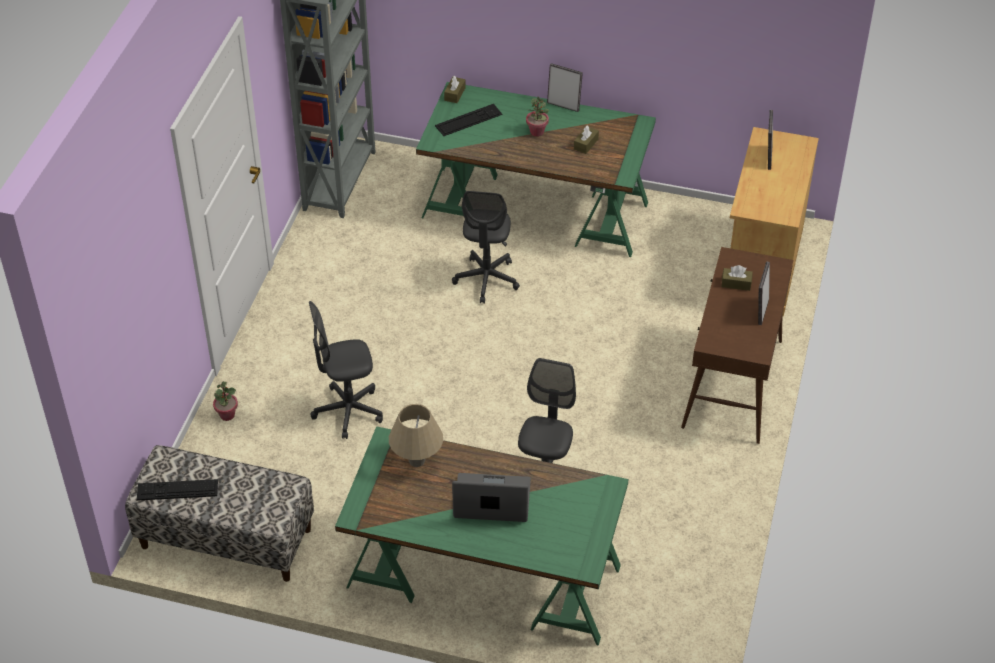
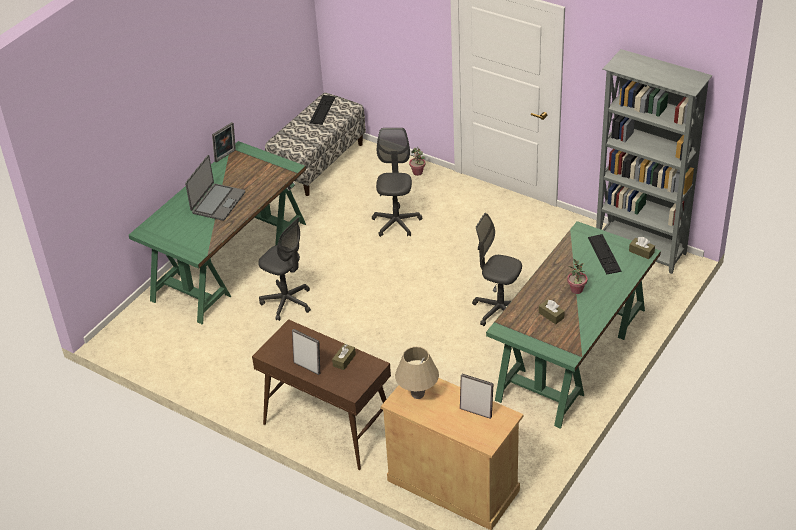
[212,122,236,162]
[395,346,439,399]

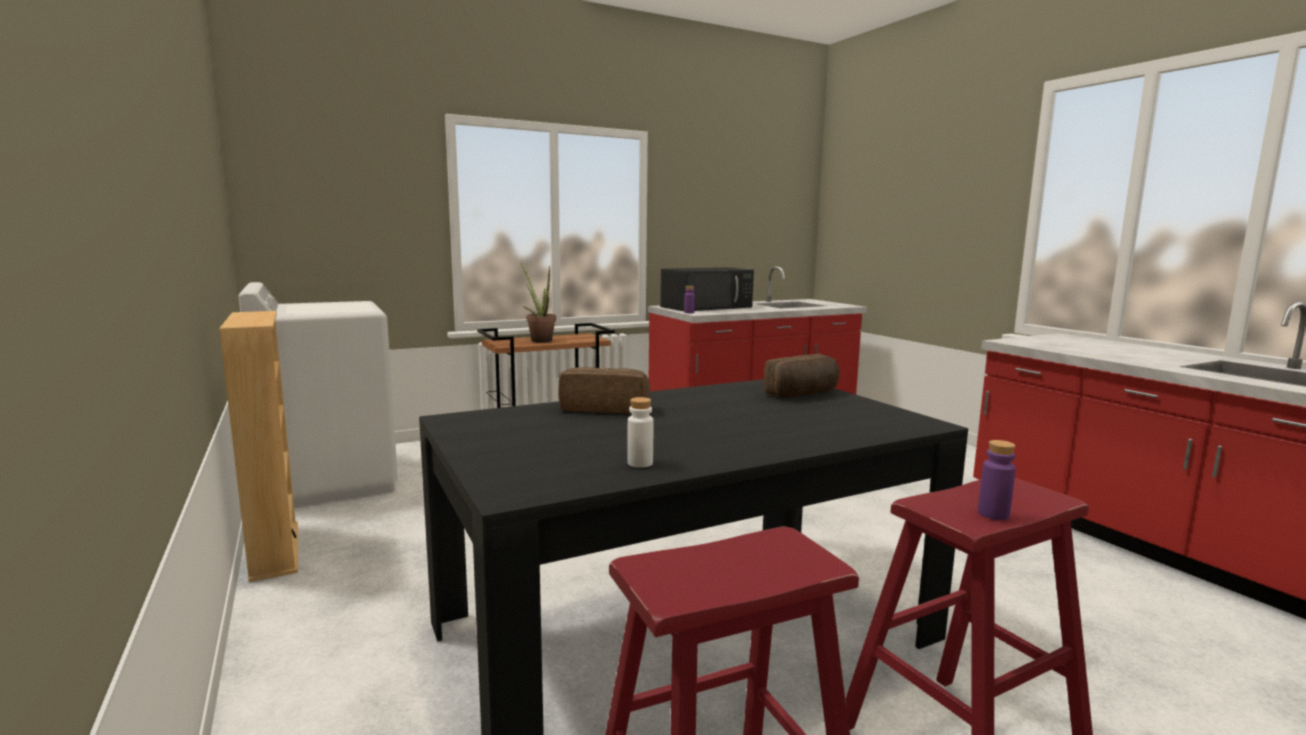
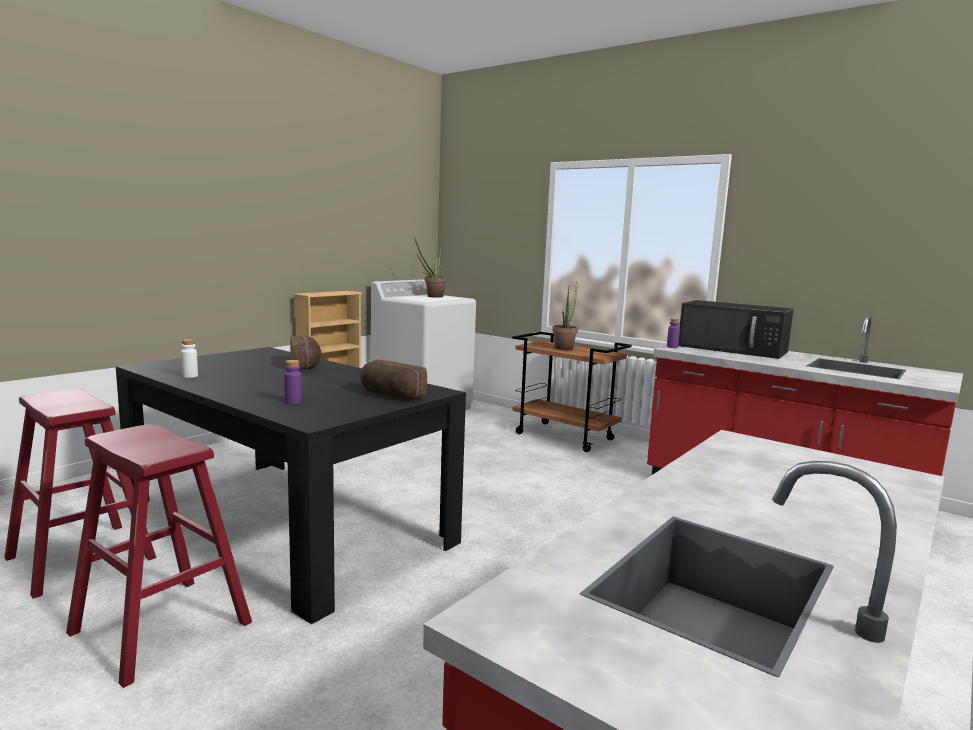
[284,360,302,404]
[414,237,447,298]

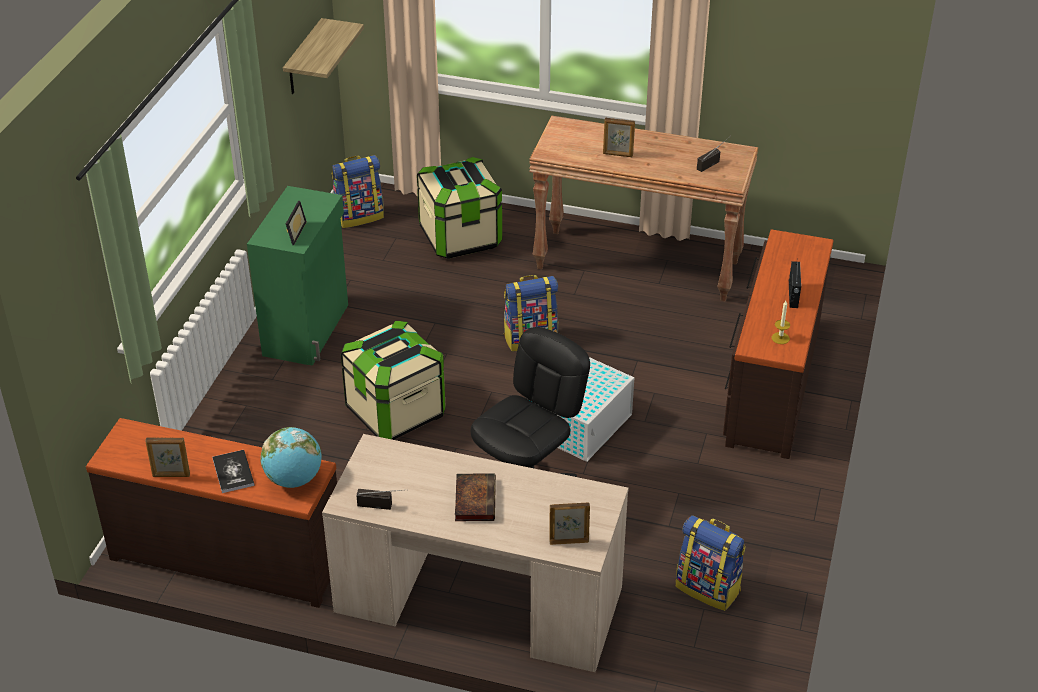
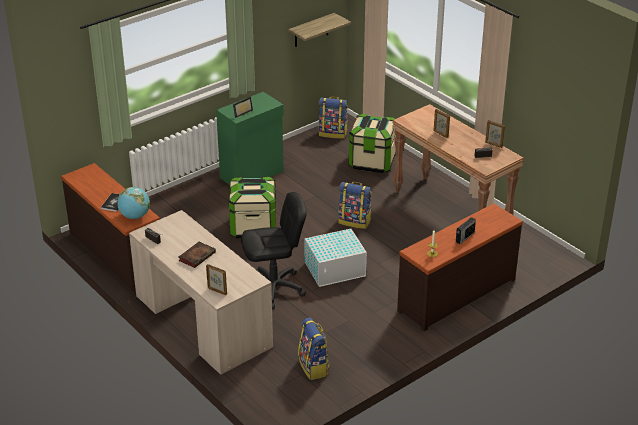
[485,120,505,148]

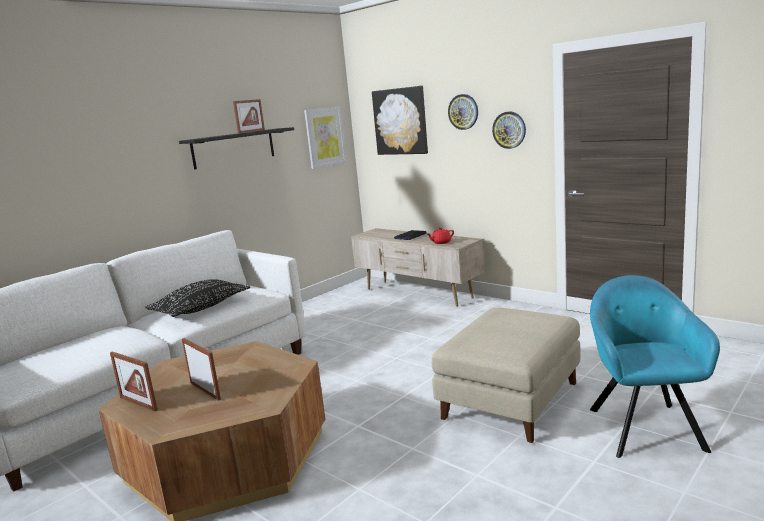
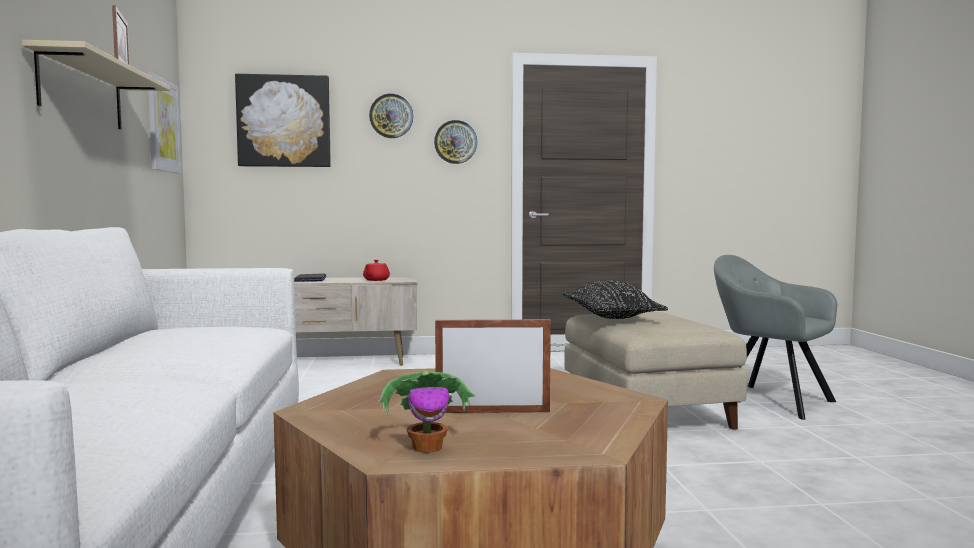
[22,40,170,129]
[378,371,475,453]
[562,280,668,319]
[714,255,837,420]

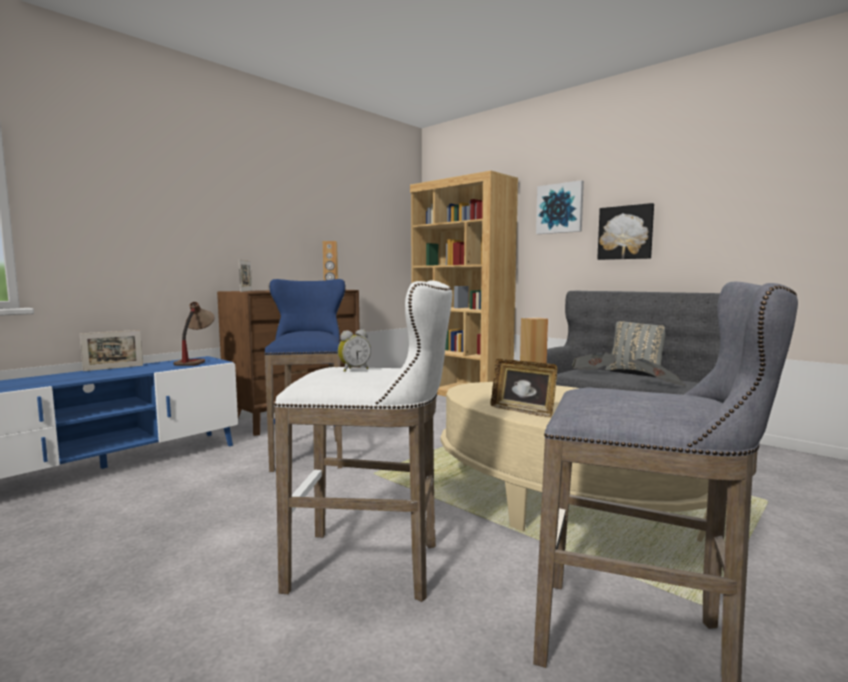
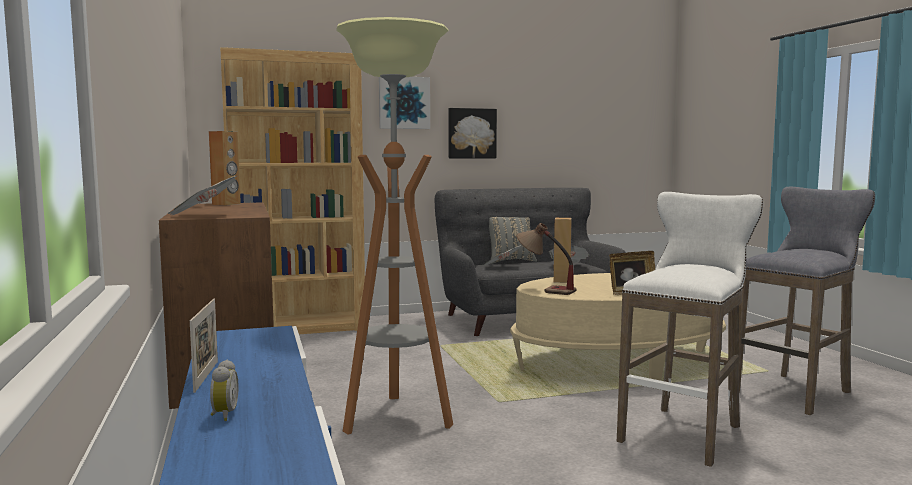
[168,175,238,215]
[210,360,239,421]
[336,17,453,434]
[517,223,577,295]

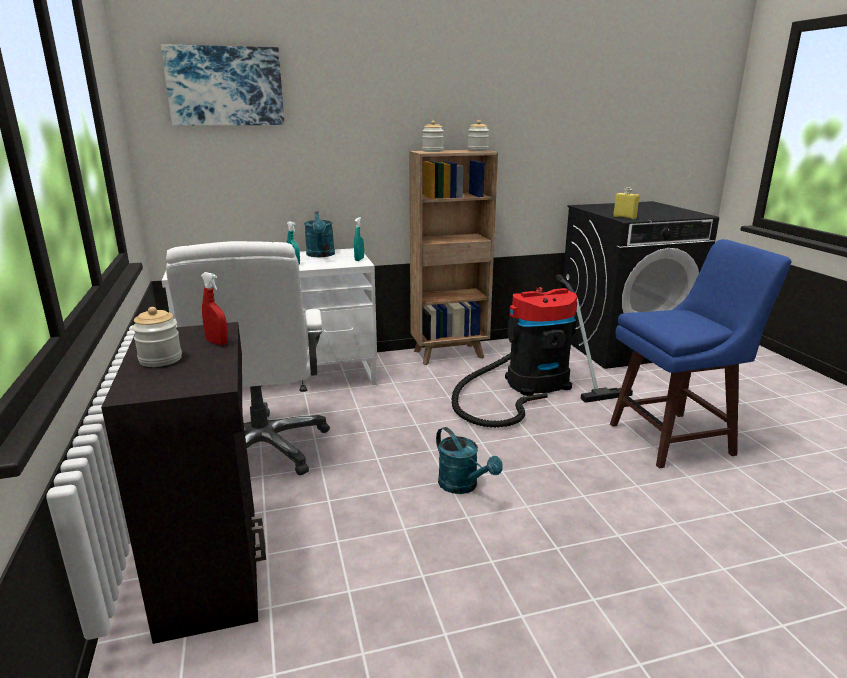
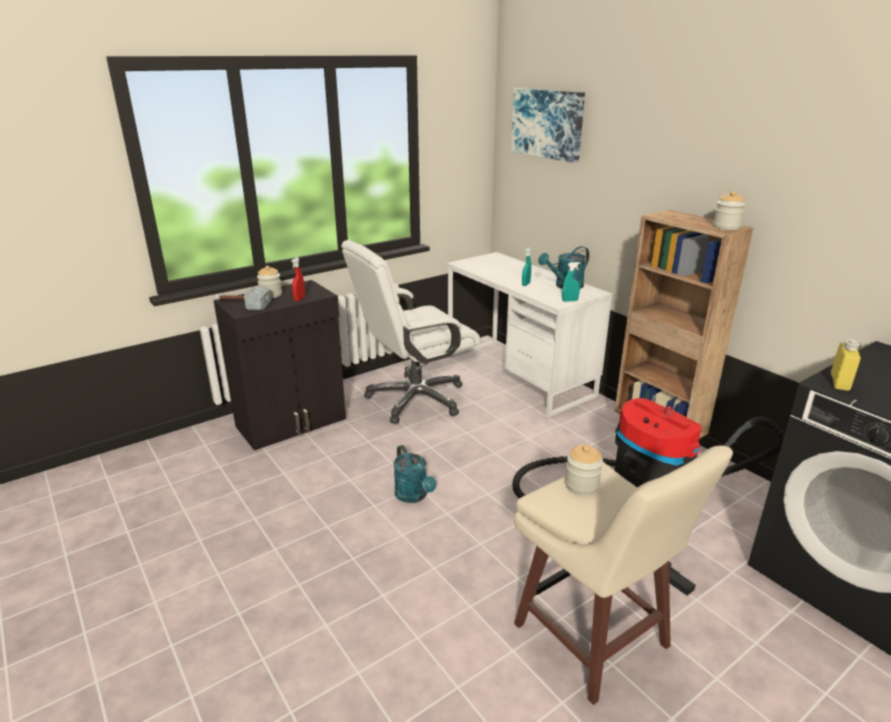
[215,287,271,310]
[394,445,436,503]
[514,446,733,705]
[565,445,603,495]

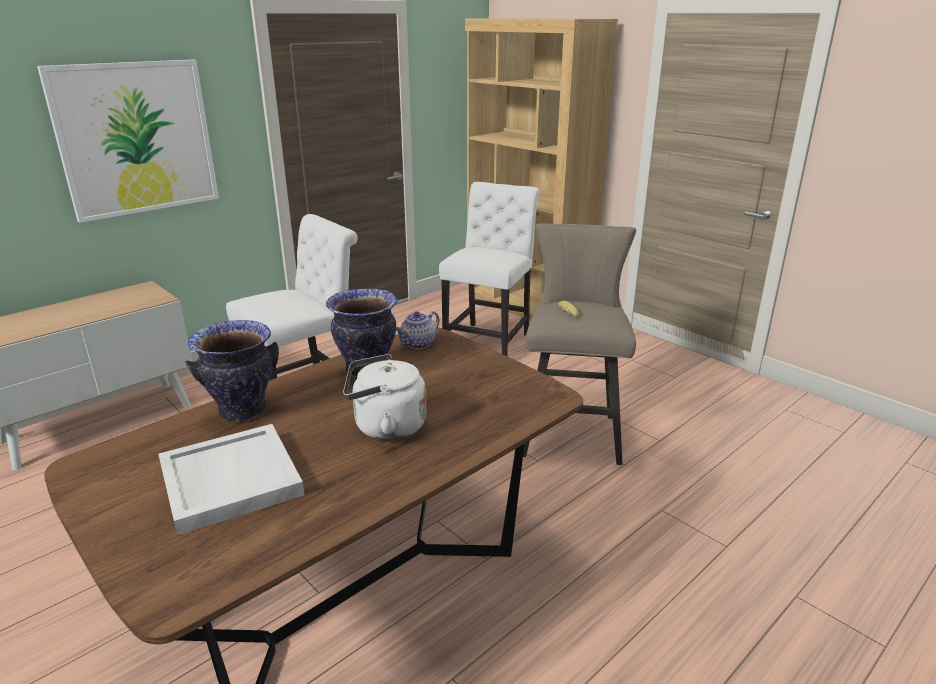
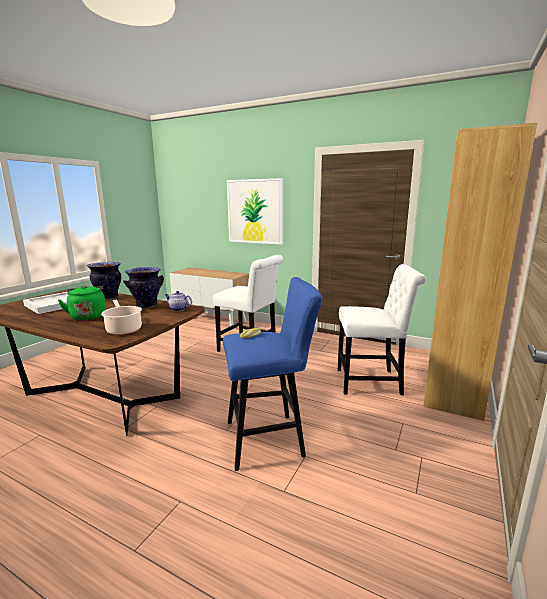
[58,285,106,321]
[101,300,142,335]
[223,277,322,471]

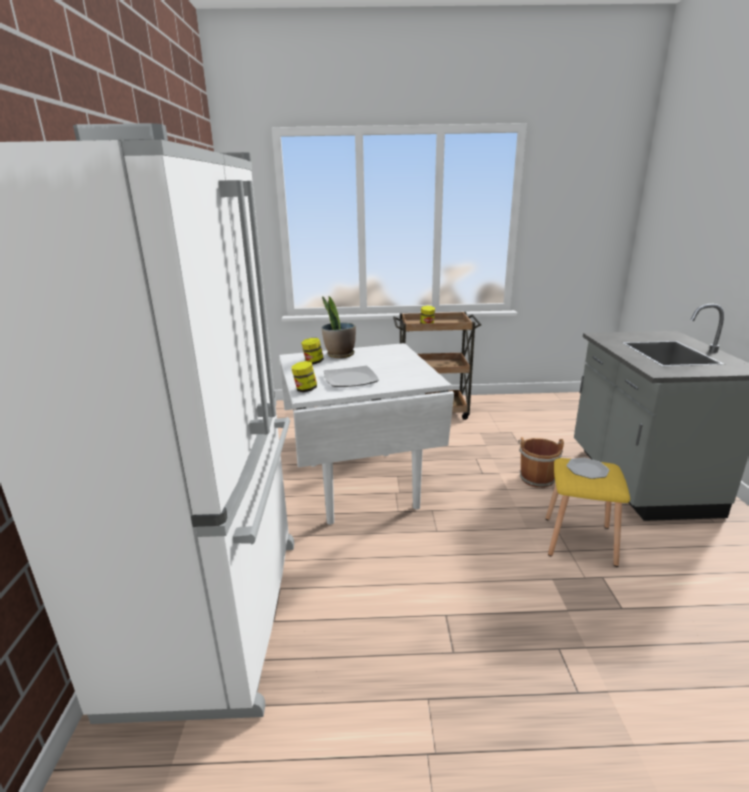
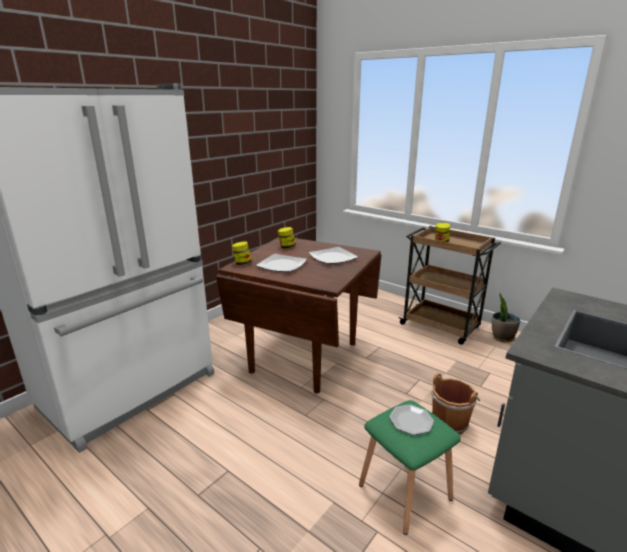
[216,237,382,394]
[309,247,358,264]
[359,400,461,535]
[492,293,520,342]

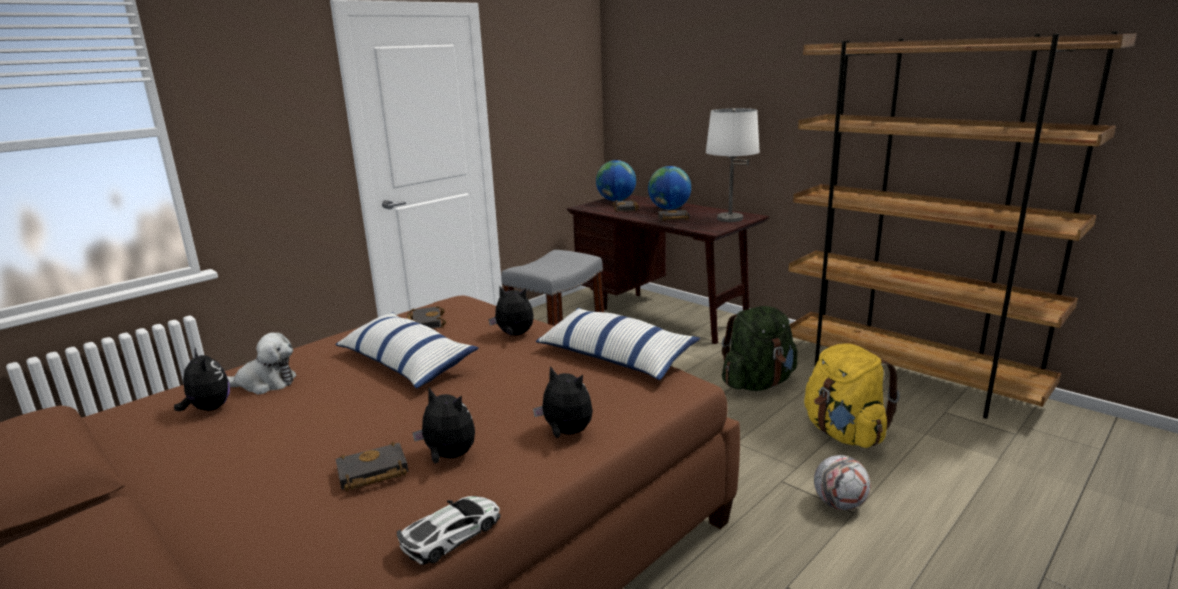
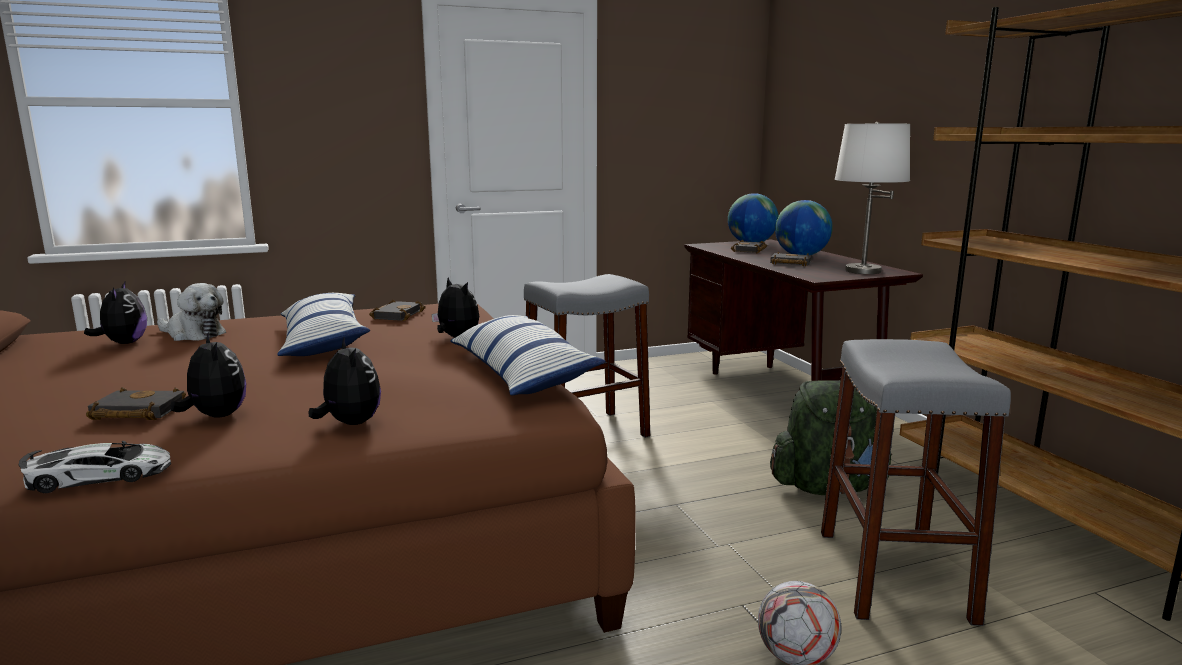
[821,339,1011,626]

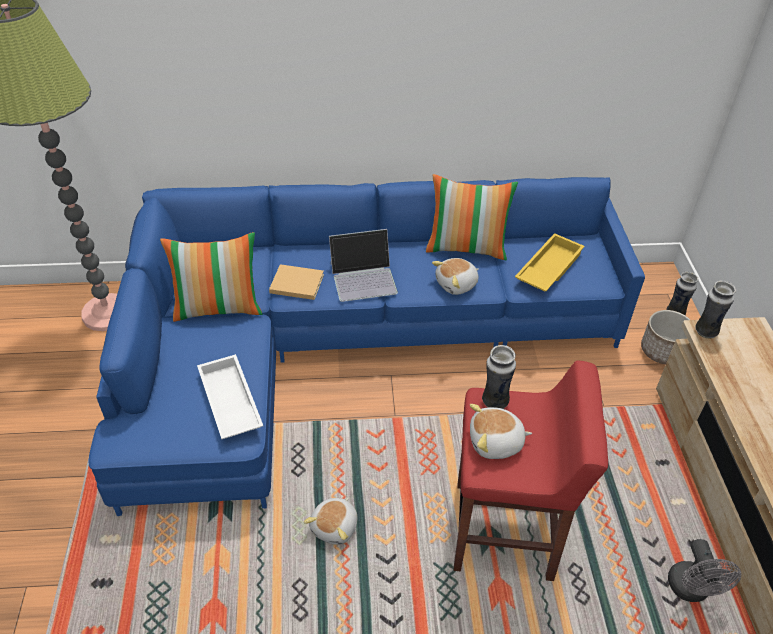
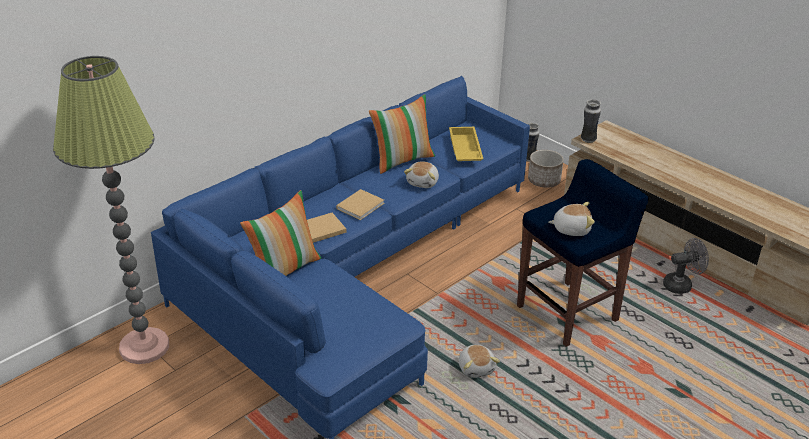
[336,189,384,220]
[517,159,649,347]
[549,202,595,236]
[663,238,709,294]
[197,354,263,439] (first image)
[482,345,516,409] (first image)

